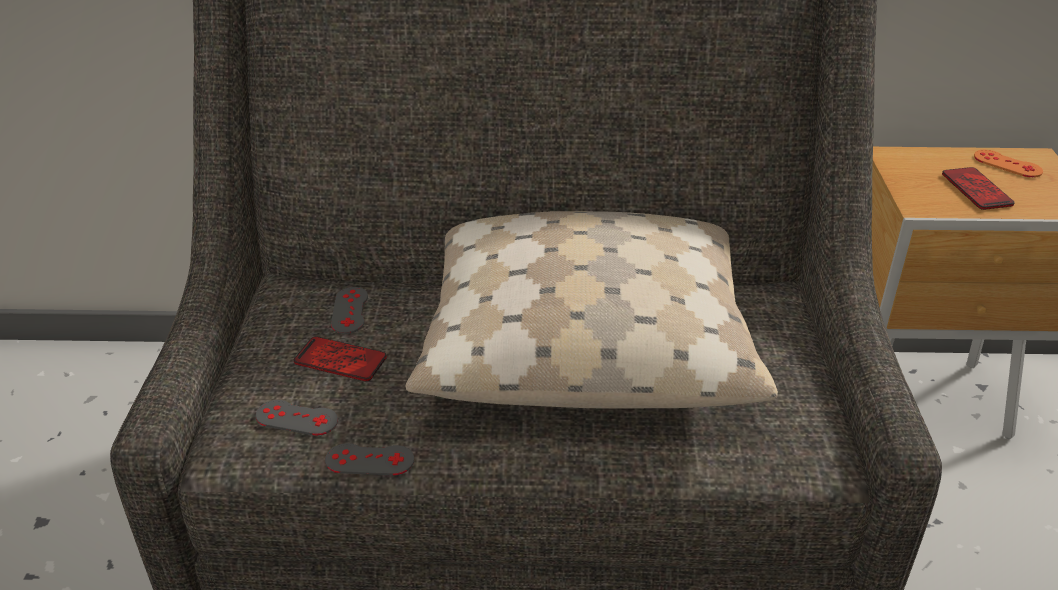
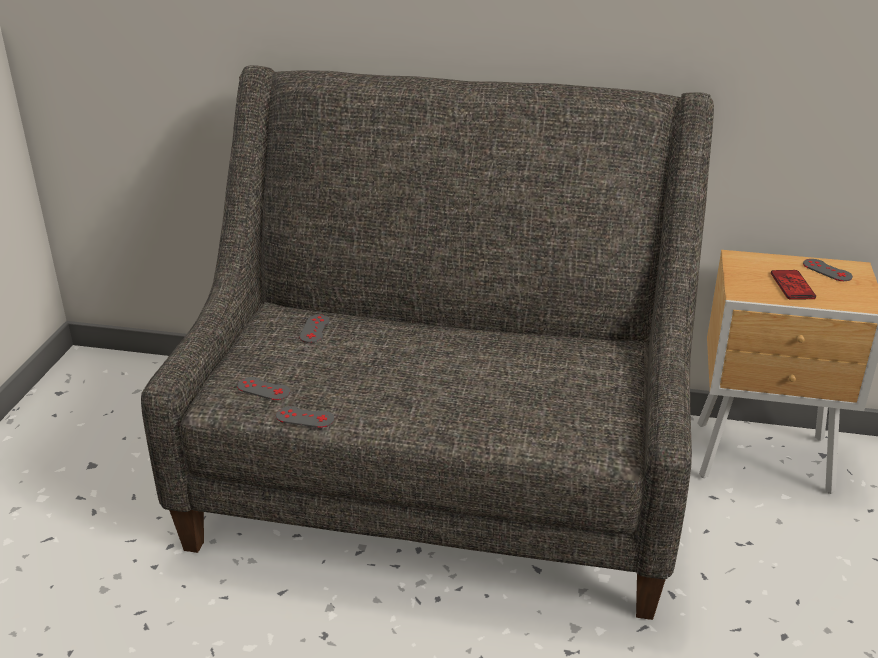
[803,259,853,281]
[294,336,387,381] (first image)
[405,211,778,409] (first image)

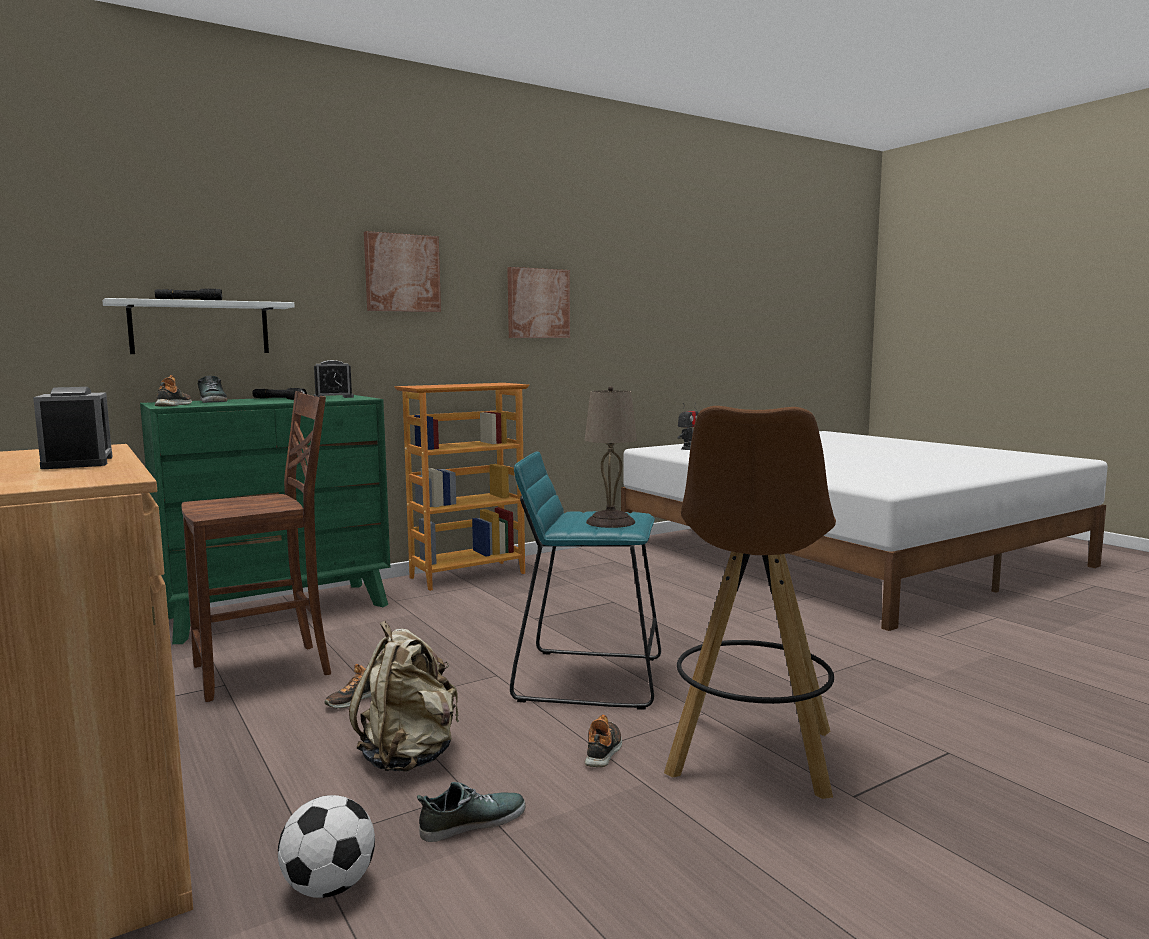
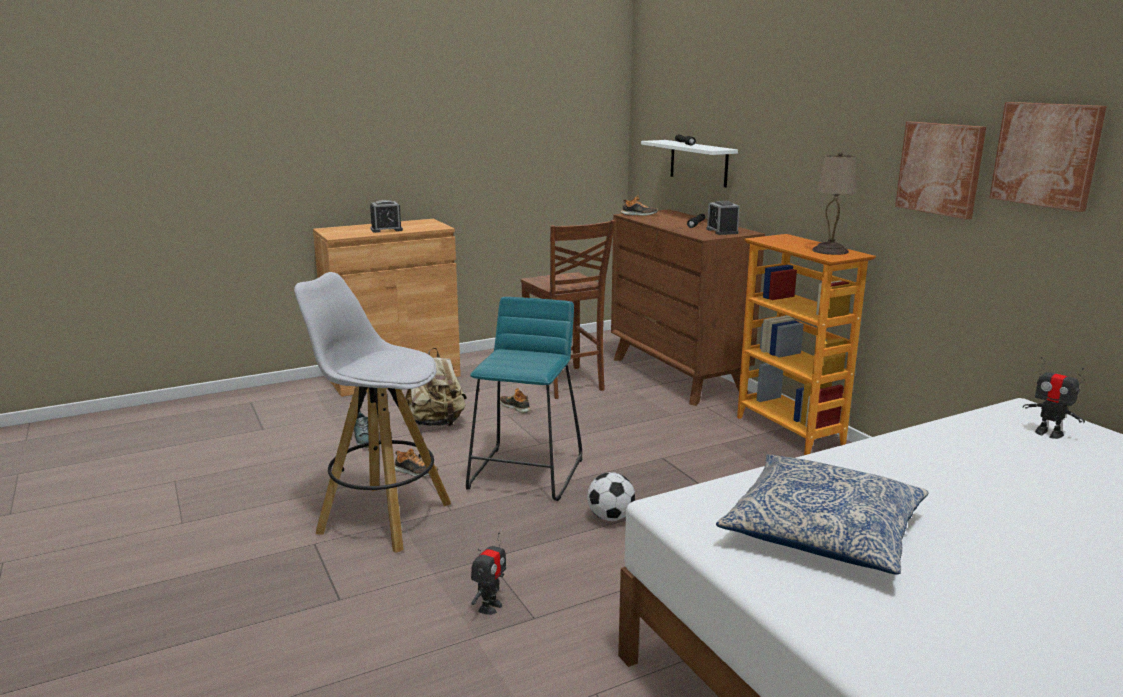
[294,272,451,553]
[471,533,506,615]
[587,472,635,521]
[611,209,765,406]
[716,454,929,575]
[812,152,856,255]
[989,102,1107,212]
[198,376,227,403] (first image)

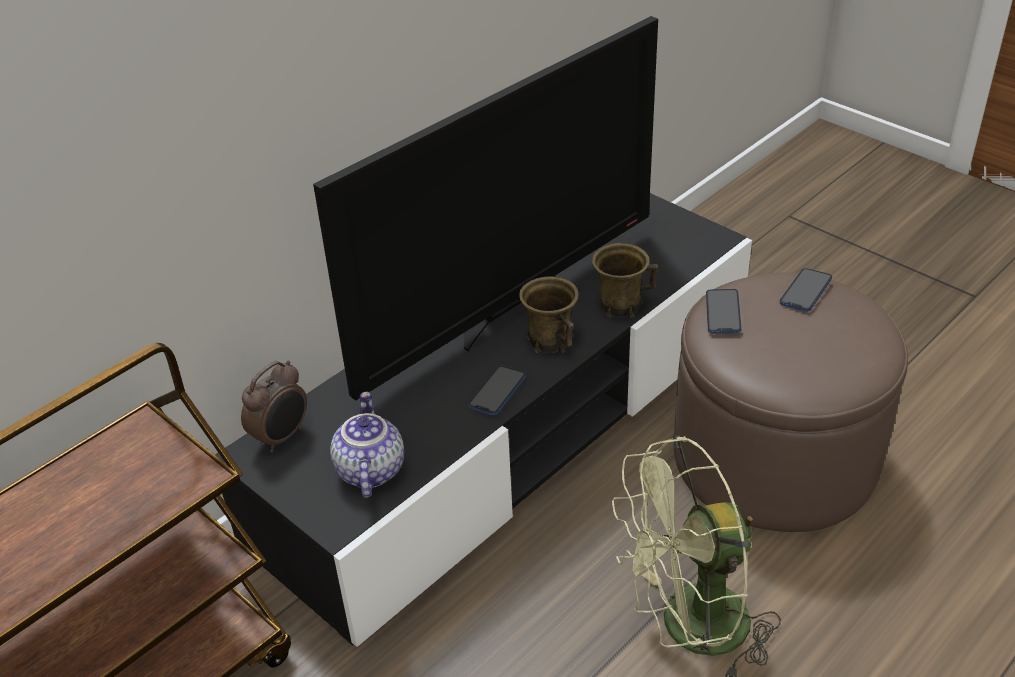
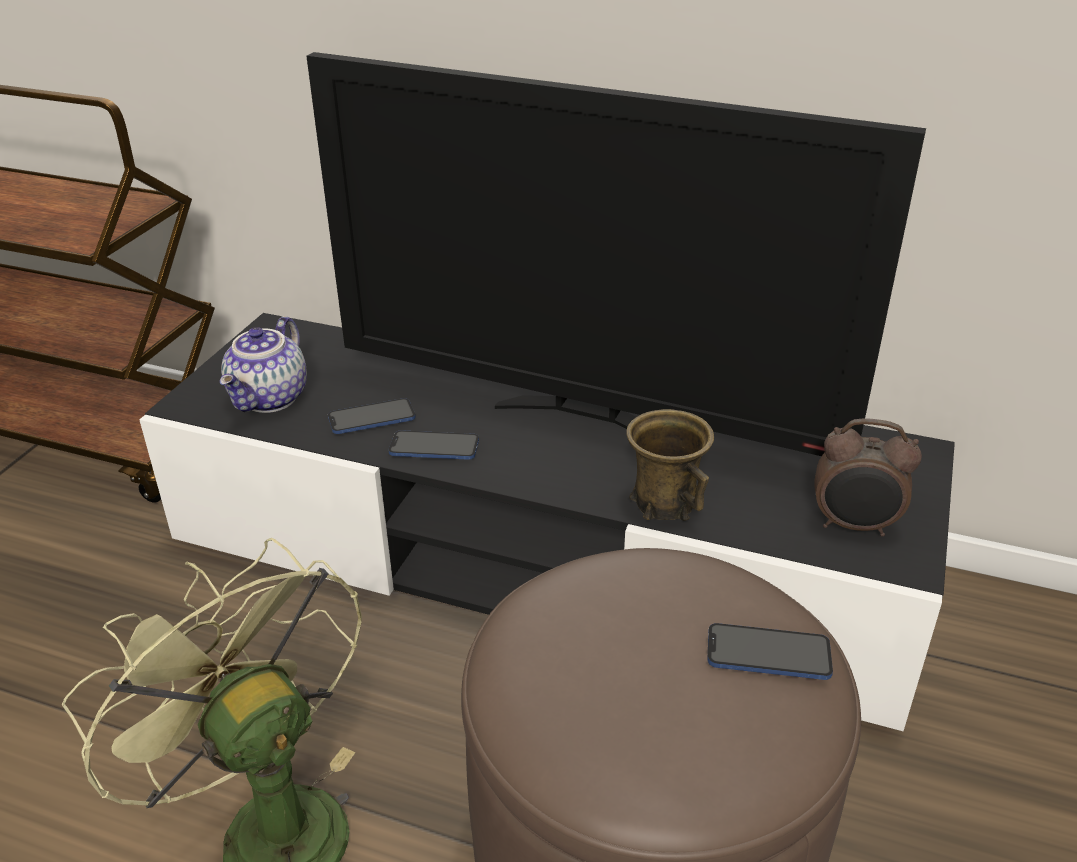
[220,316,307,413]
[328,398,415,434]
[815,418,922,537]
[519,276,579,353] (first image)

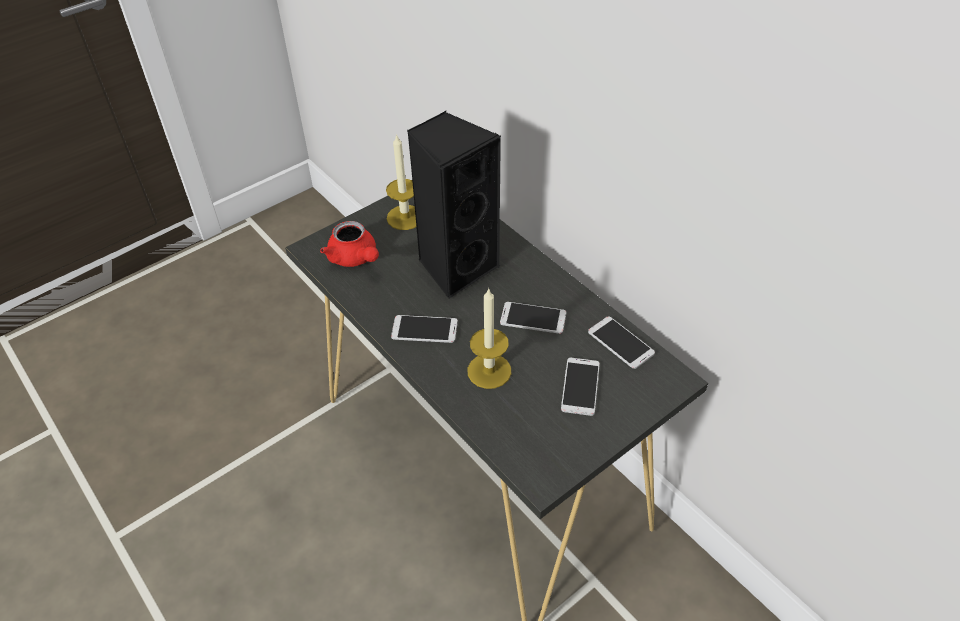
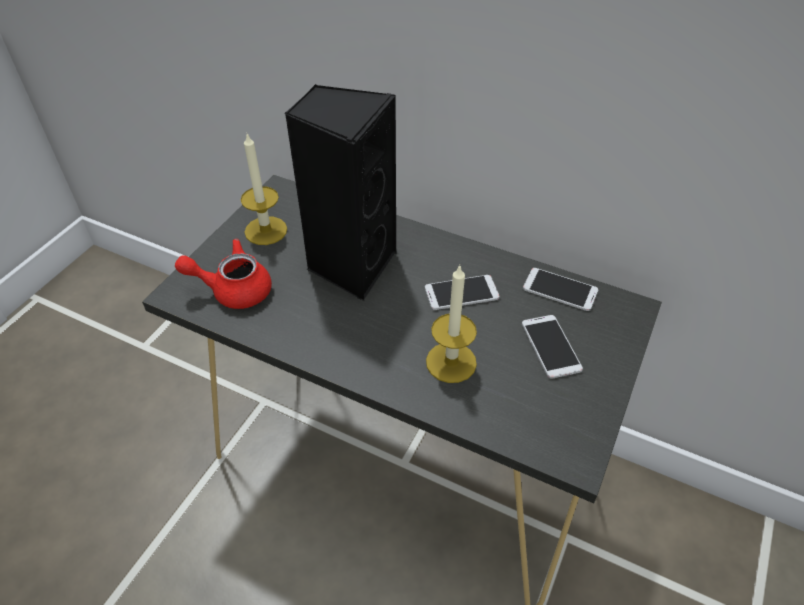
[175,239,272,309]
[391,315,458,343] (first image)

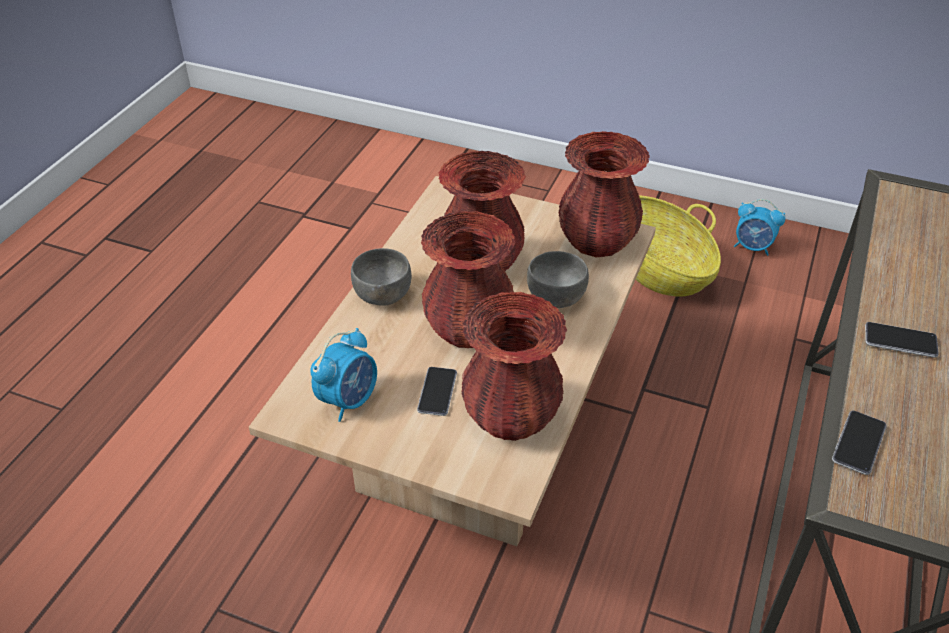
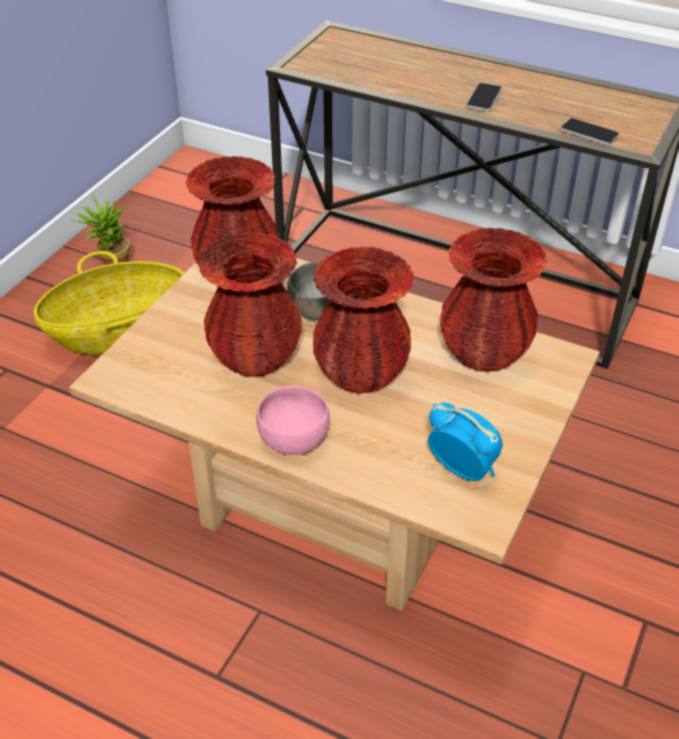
[72,194,130,265]
[256,386,330,455]
[417,367,457,416] (first image)

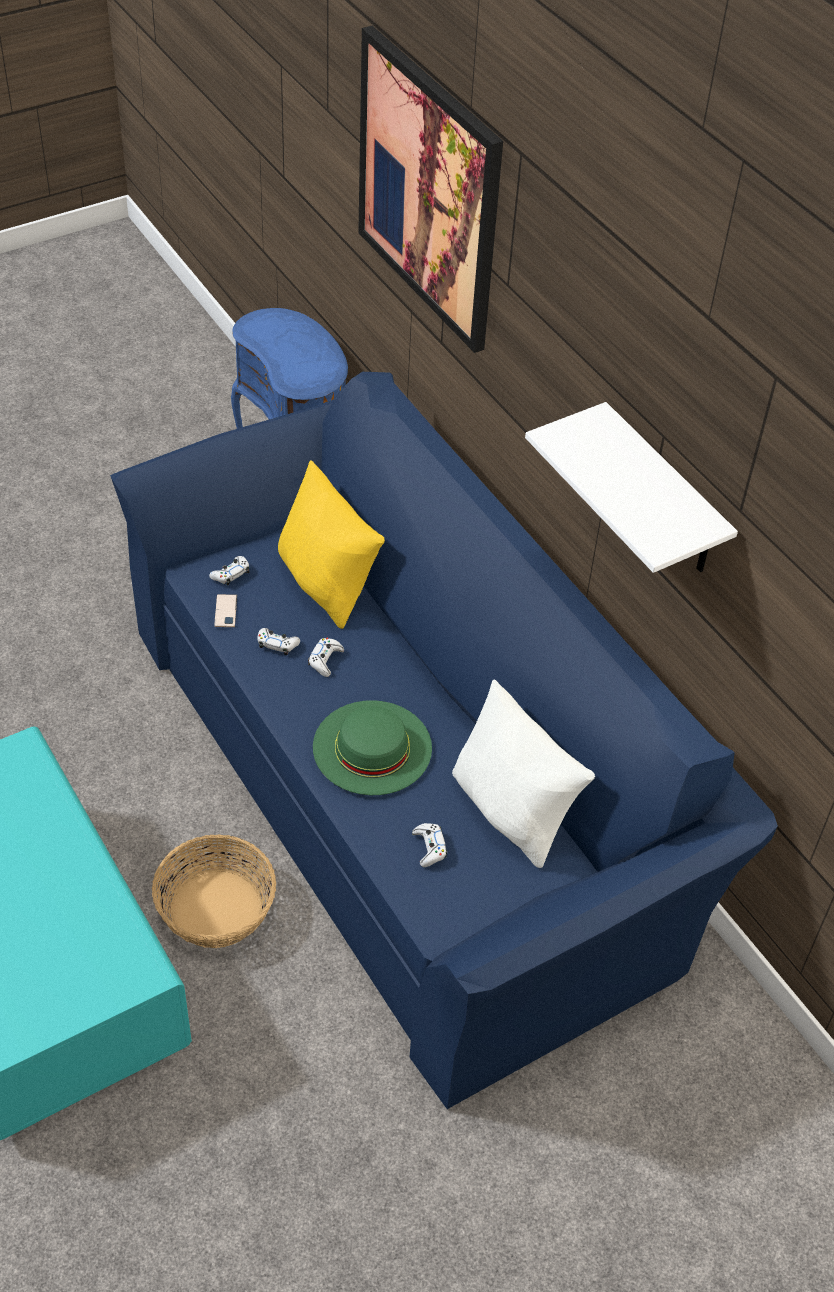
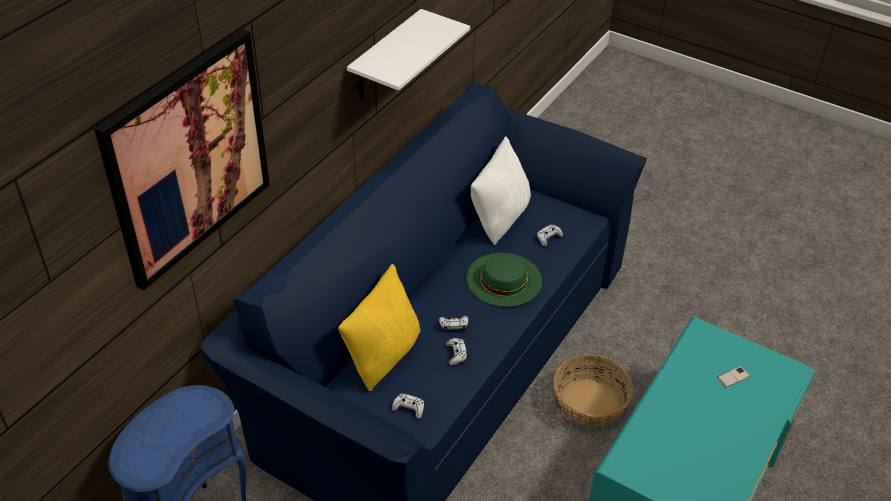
[717,366,750,387]

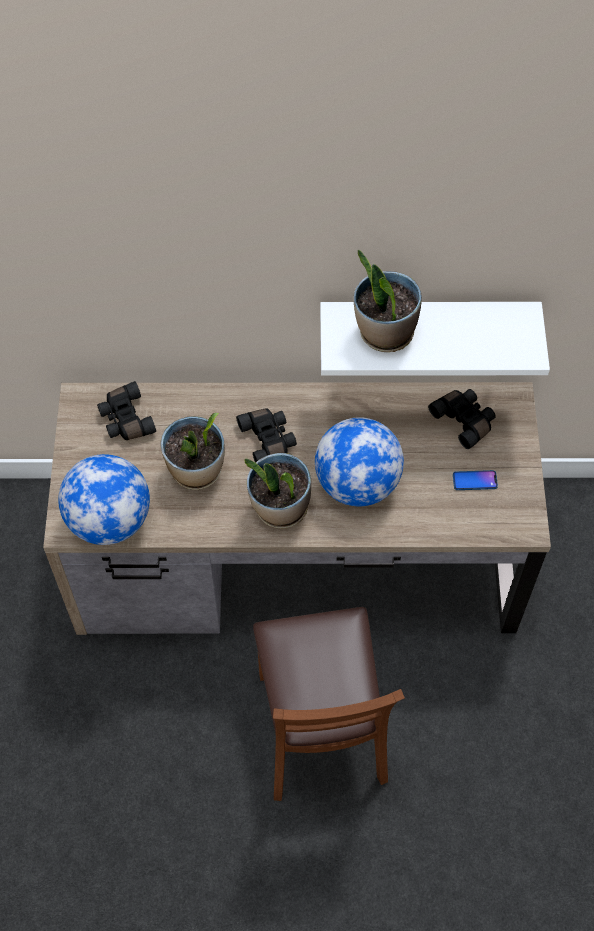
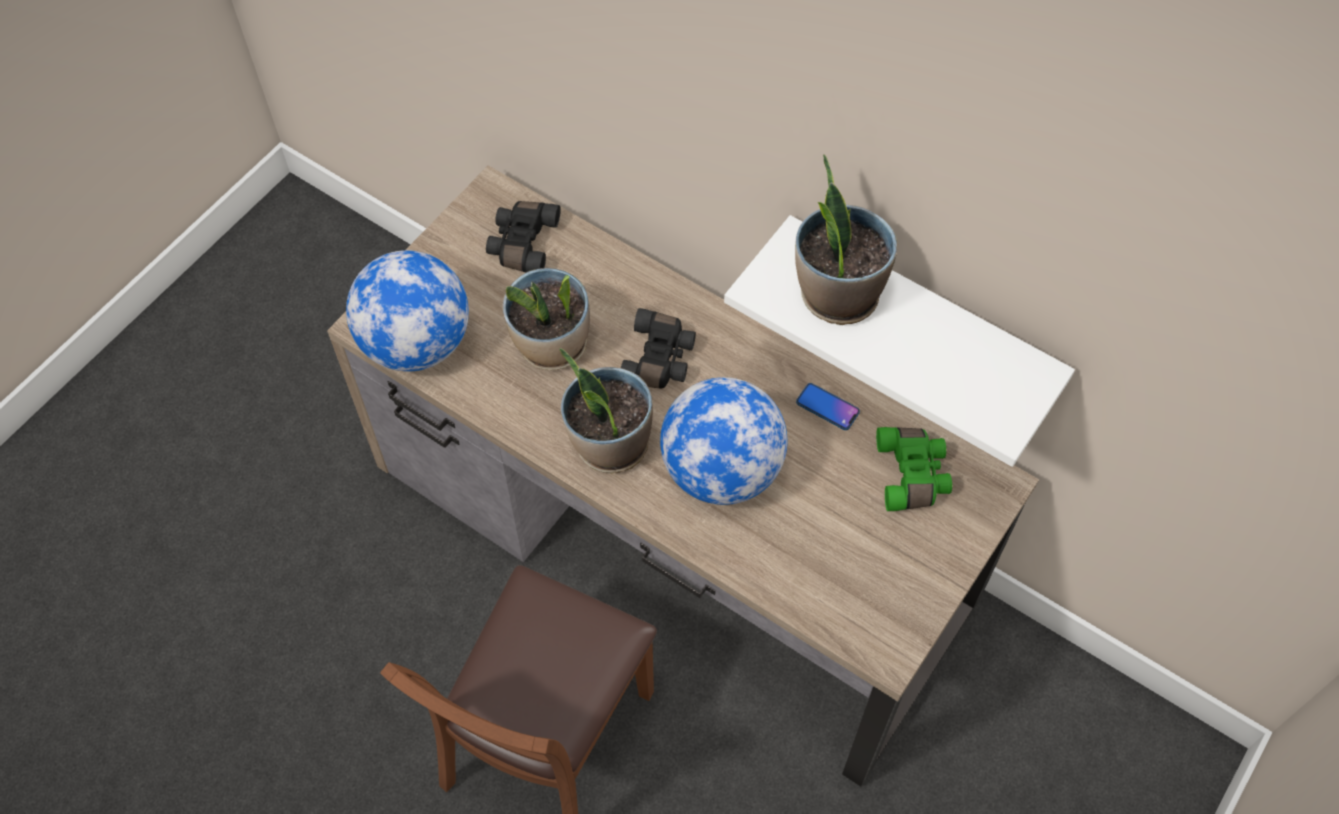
[796,383,860,430]
[876,427,952,511]

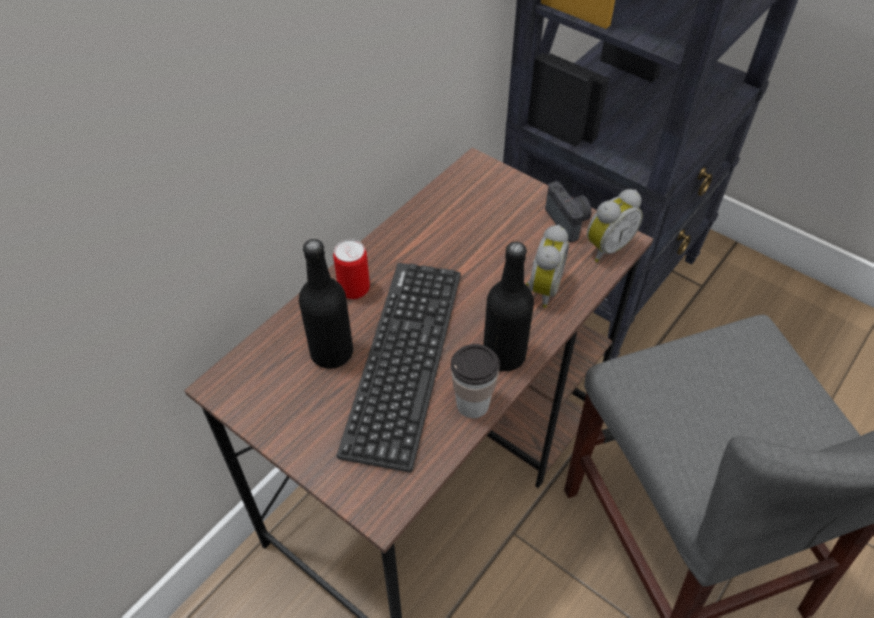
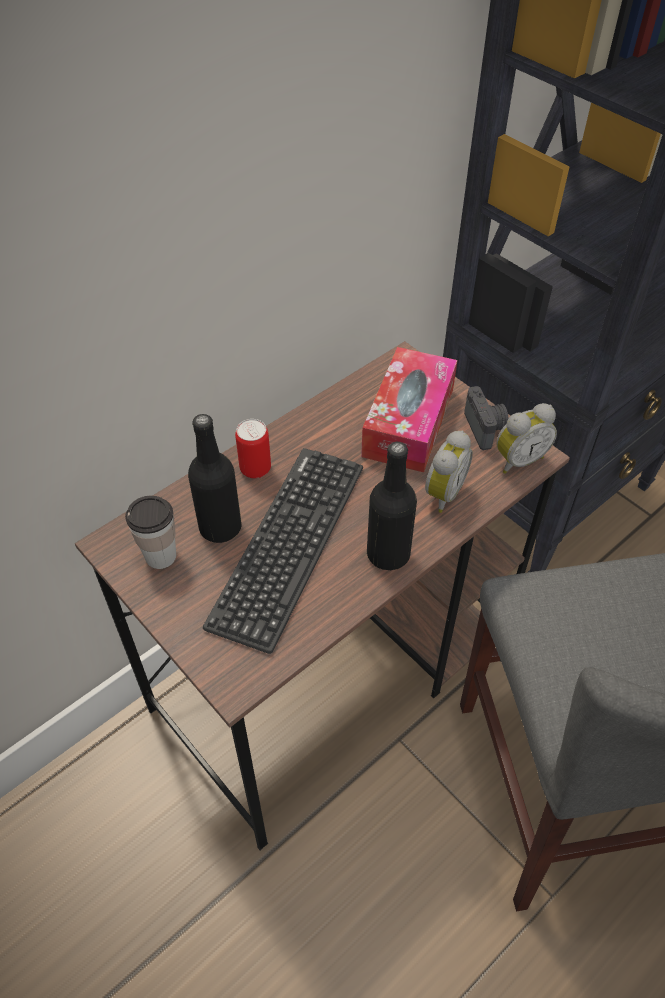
[125,496,176,569]
[361,347,458,472]

